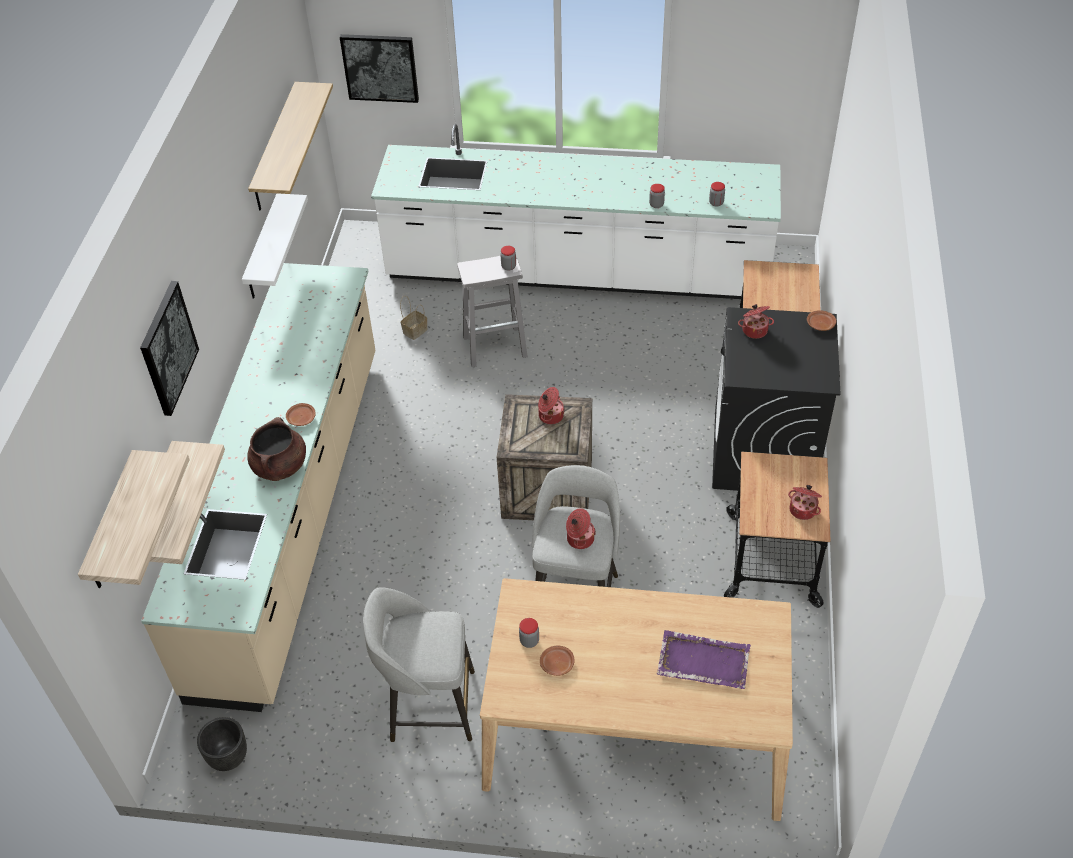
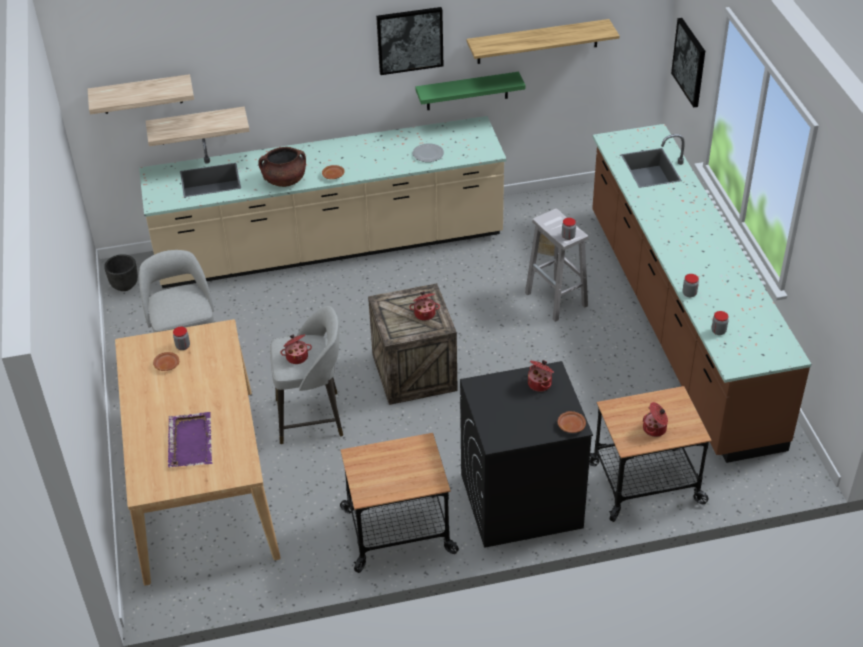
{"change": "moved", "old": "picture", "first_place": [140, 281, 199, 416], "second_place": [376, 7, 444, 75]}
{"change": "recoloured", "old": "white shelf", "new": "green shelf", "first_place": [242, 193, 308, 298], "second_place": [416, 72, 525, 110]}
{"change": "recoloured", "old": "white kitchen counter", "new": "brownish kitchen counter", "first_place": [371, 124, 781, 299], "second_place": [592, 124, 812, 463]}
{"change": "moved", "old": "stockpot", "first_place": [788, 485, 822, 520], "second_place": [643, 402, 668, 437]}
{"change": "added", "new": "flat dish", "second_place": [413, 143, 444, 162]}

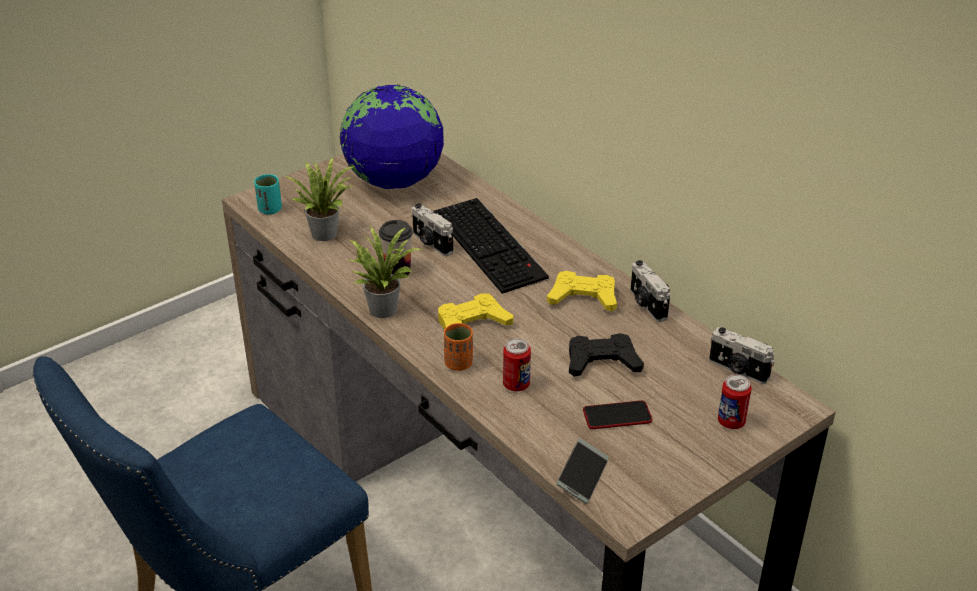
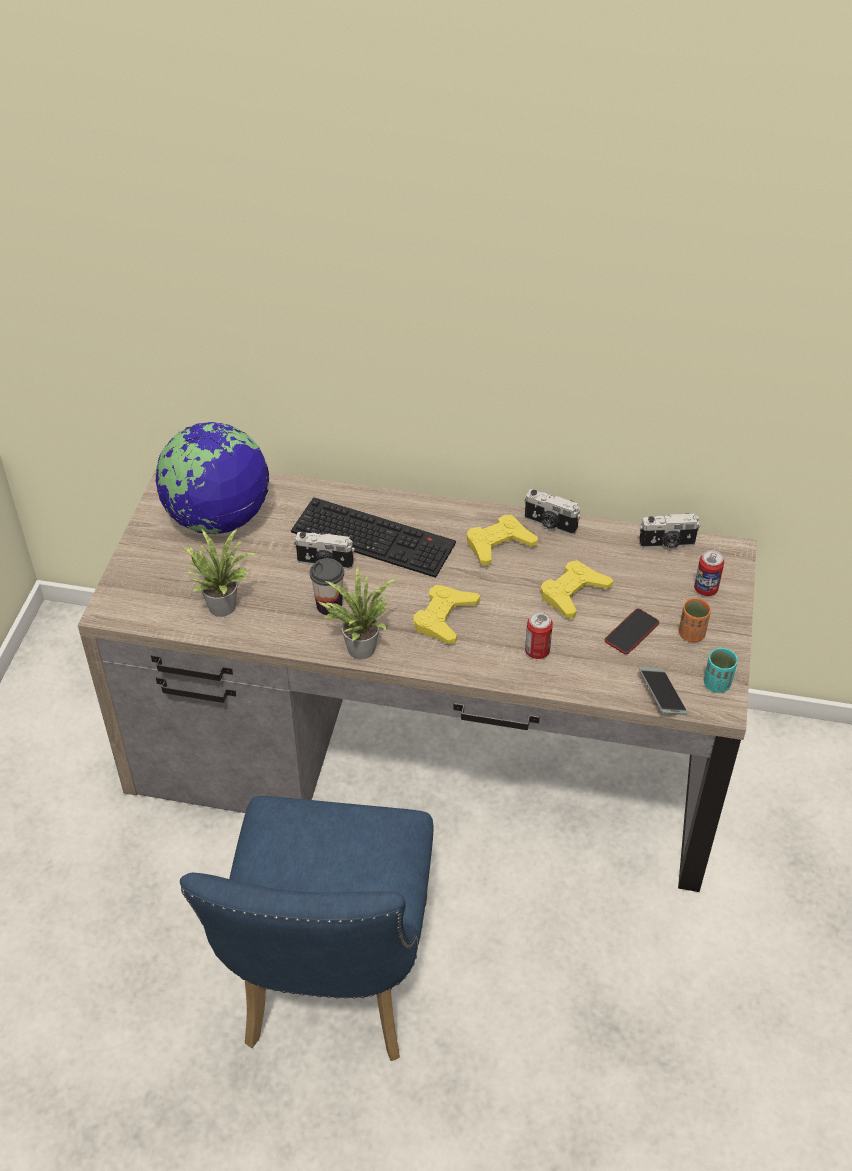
{"change": "moved", "old": "turquoise cup", "first_place": [254, 174, 282, 215], "second_place": [704, 647, 738, 693]}
{"change": "moved", "old": "orange-coloured cup", "first_place": [444, 323, 473, 371], "second_place": [679, 598, 711, 642]}
{"change": "recoloured", "old": "blackish gamepad", "new": "yellow-coloured gamepad", "first_place": [569, 333, 644, 377], "second_place": [541, 560, 613, 619]}

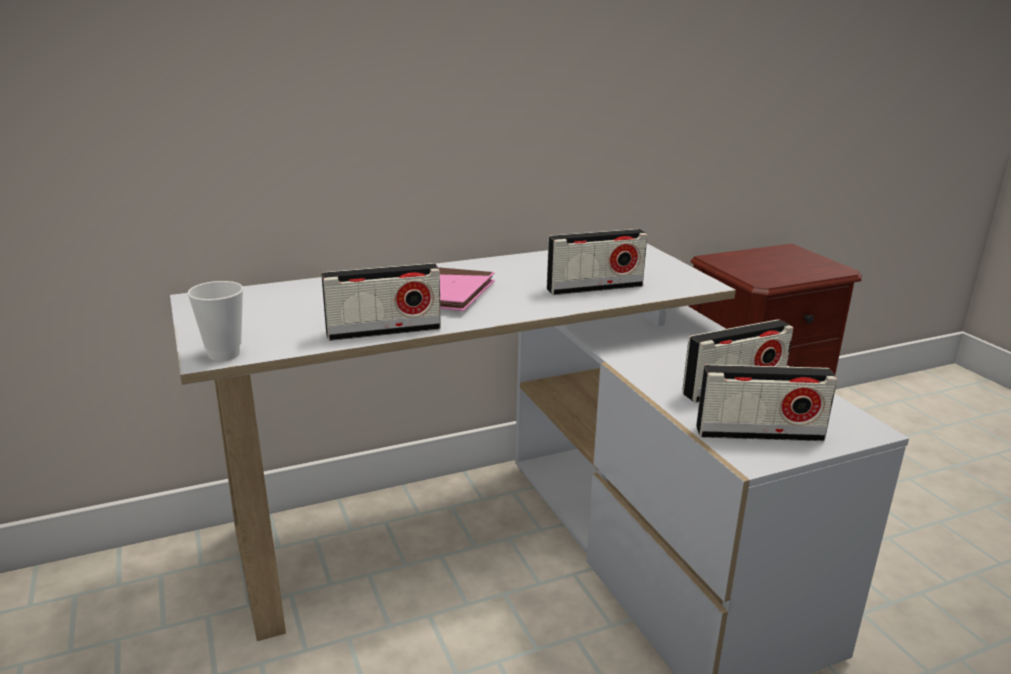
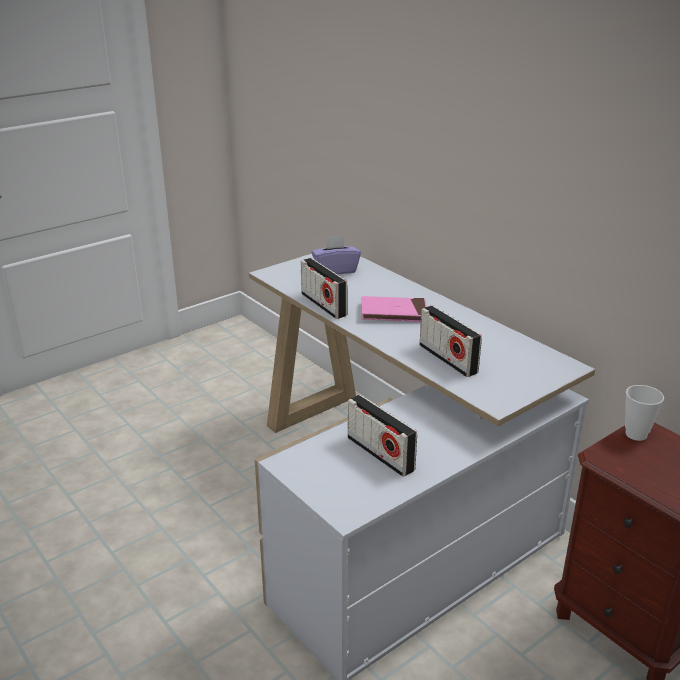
{"change": "moved", "old": "cup", "first_place": [187, 281, 243, 361], "second_place": [625, 385, 664, 441]}
{"change": "removed", "old": "radio receiver", "first_place": [696, 364, 837, 441]}
{"change": "added", "new": "purple tissue box", "second_place": [311, 236, 361, 274]}

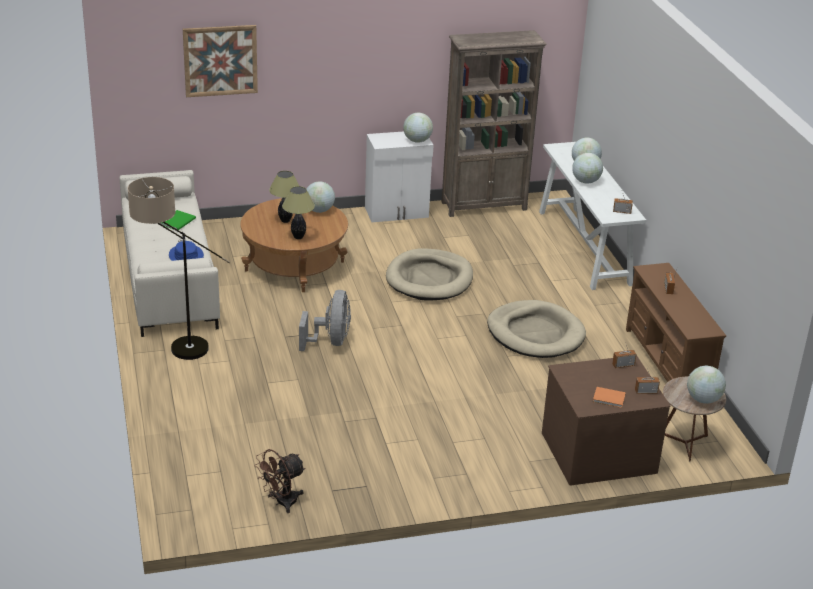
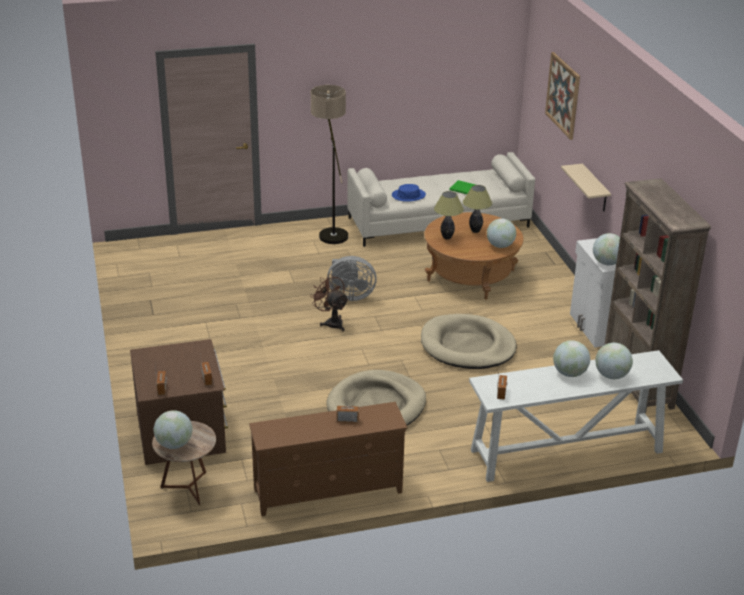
{"change": "moved", "old": "brownish cooling fan", "first_place": [254, 449, 306, 513], "second_place": [310, 274, 348, 331]}
{"change": "removed", "old": "orange-coloured book", "first_place": [593, 387, 626, 408]}
{"change": "added", "new": "beige shelf", "second_place": [561, 164, 611, 211]}

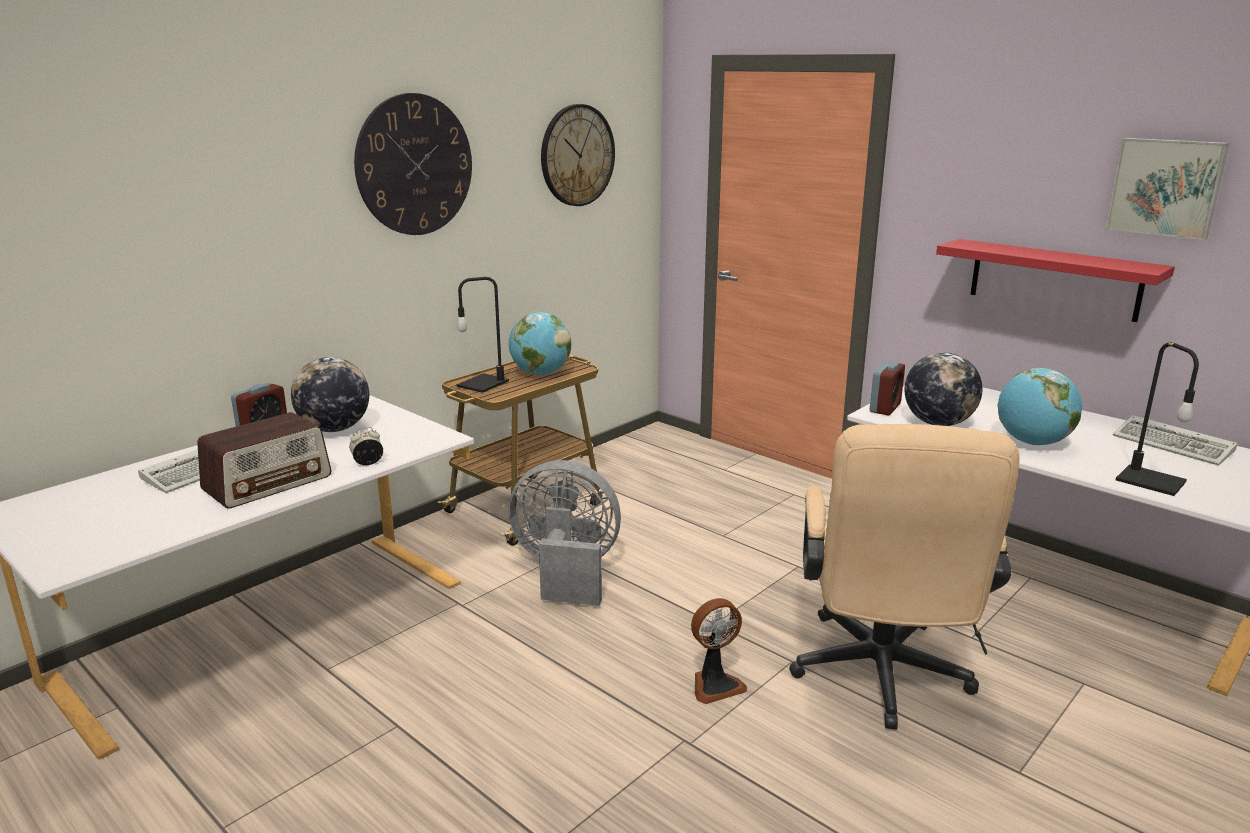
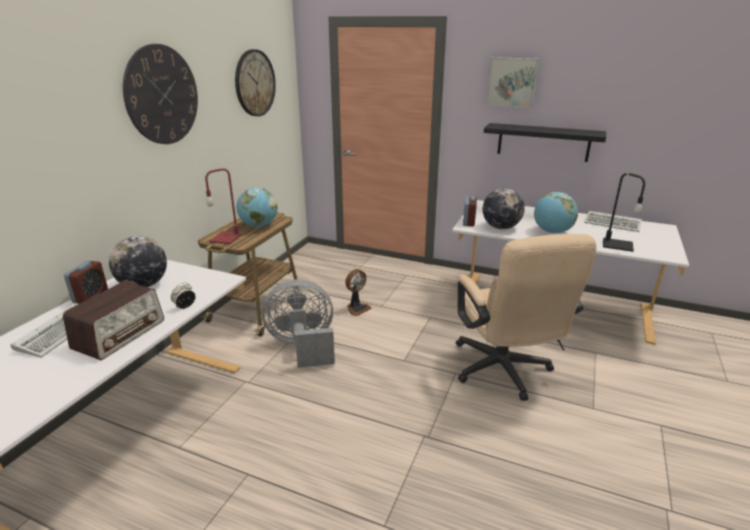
{"change": "recoloured", "old": "blackish tabletop lamp", "new": "reddish tabletop lamp", "first_place": [457, 277, 509, 393], "second_place": [205, 168, 242, 244]}
{"change": "moved", "old": "cooling fan", "first_place": [691, 598, 747, 704], "second_place": [345, 269, 372, 316]}
{"change": "recoloured", "old": "reddish shelf", "new": "blackish shelf", "first_place": [936, 239, 1175, 322], "second_place": [484, 123, 606, 162]}
{"change": "moved", "old": "picture", "first_place": [1105, 138, 1229, 240], "second_place": [486, 57, 539, 108]}

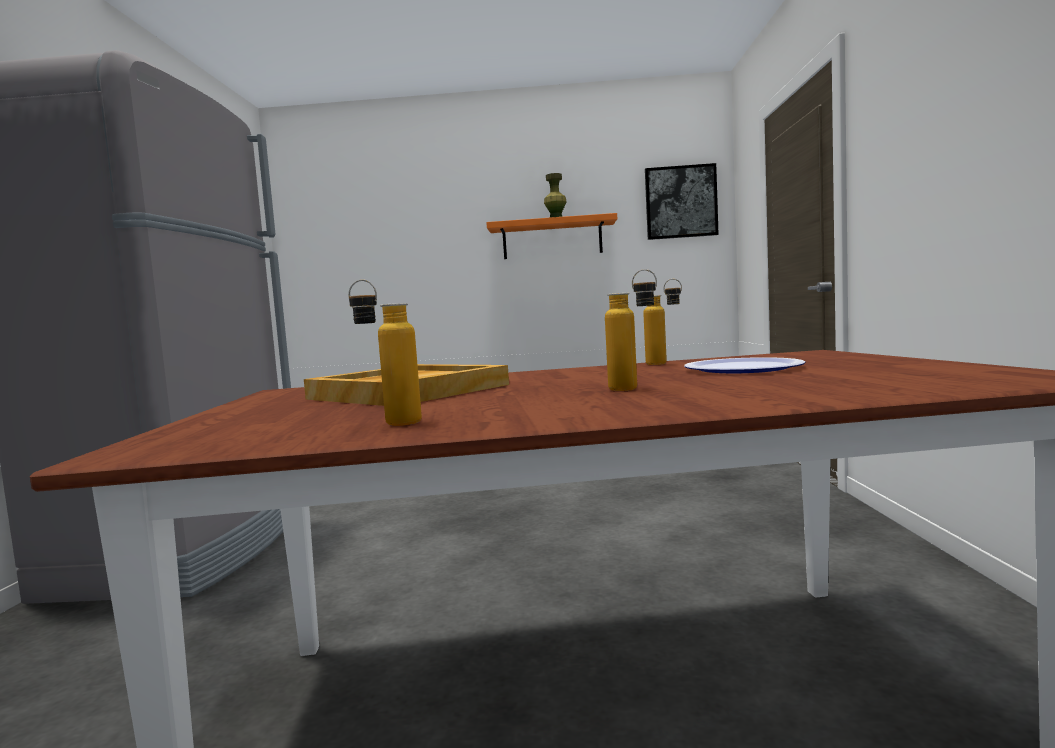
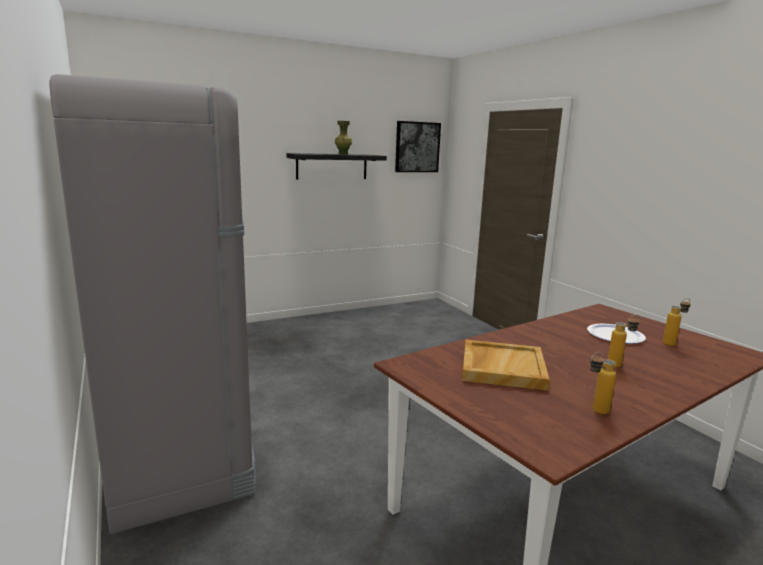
{"change": "recoloured", "old": "orange-coloured shelf", "new": "blackish shelf", "first_place": [486, 213, 617, 259], "second_place": [286, 153, 387, 179]}
{"change": "moved", "old": "drink bottle", "first_place": [643, 279, 682, 365], "second_place": [663, 298, 691, 346]}

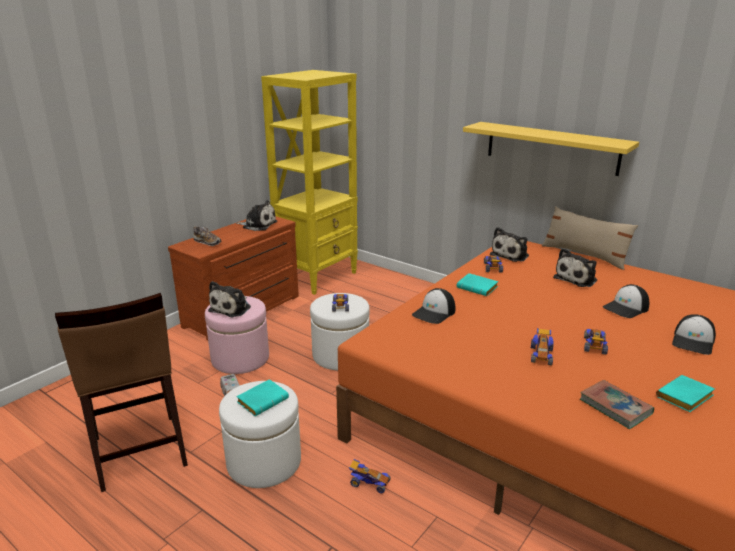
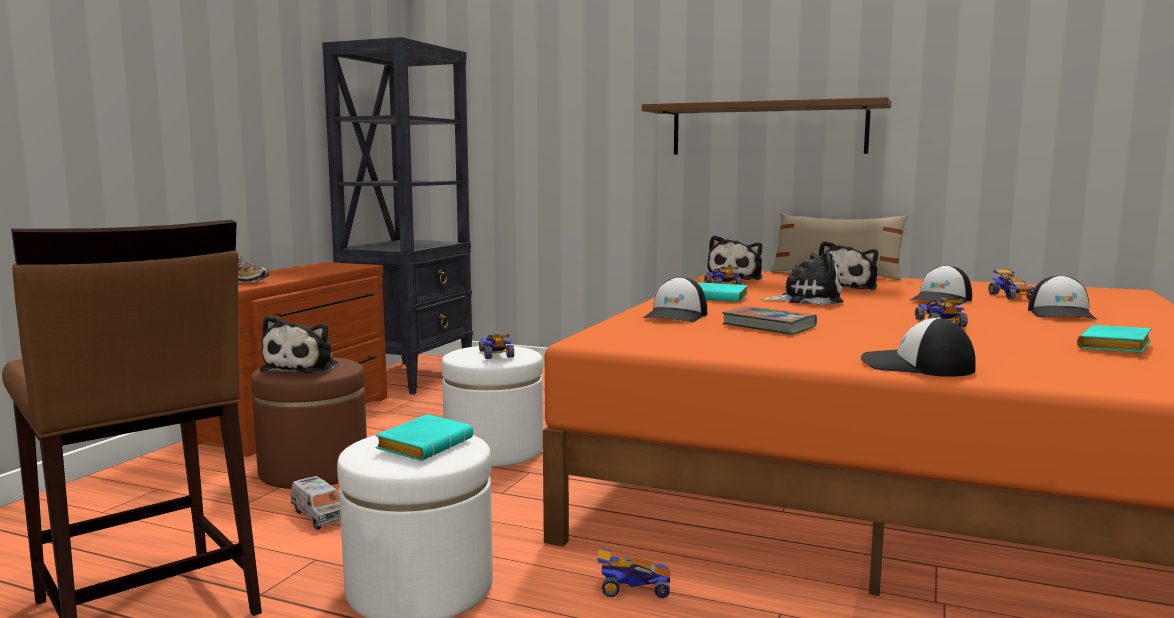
{"change": "recoloured", "old": "pink-coloured footrest", "new": "brownish footrest", "first_place": [205, 296, 269, 374], "second_place": [251, 357, 367, 489]}
{"change": "moved", "old": "plush toy", "first_place": [236, 200, 277, 231], "second_place": [761, 252, 843, 305]}
{"change": "recoloured", "old": "yellow-coloured bookcase", "new": "blackish bookcase", "first_place": [261, 70, 358, 295], "second_place": [322, 37, 473, 395]}
{"change": "recoloured", "old": "yellow-coloured shelf", "new": "brownish shelf", "first_place": [463, 122, 639, 176], "second_place": [642, 97, 891, 155]}
{"change": "moved", "old": "toy car", "first_place": [531, 328, 554, 366], "second_place": [989, 269, 1035, 300]}
{"change": "moved", "old": "book", "first_place": [580, 380, 654, 429], "second_place": [722, 306, 817, 335]}
{"change": "added", "new": "baseball cap", "second_place": [861, 317, 976, 377]}

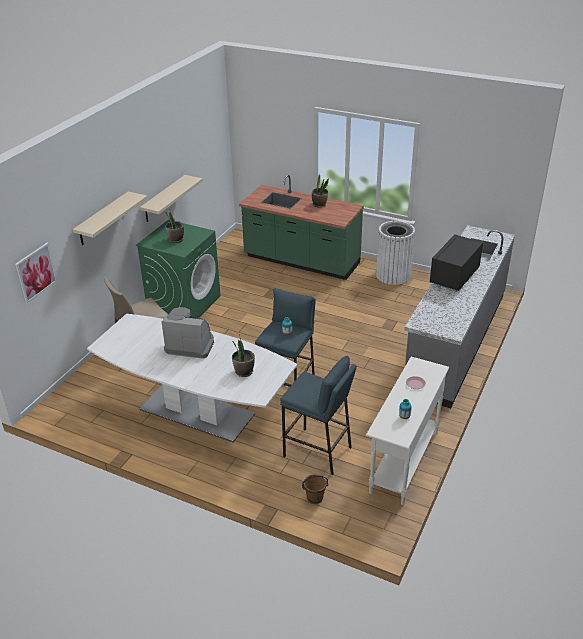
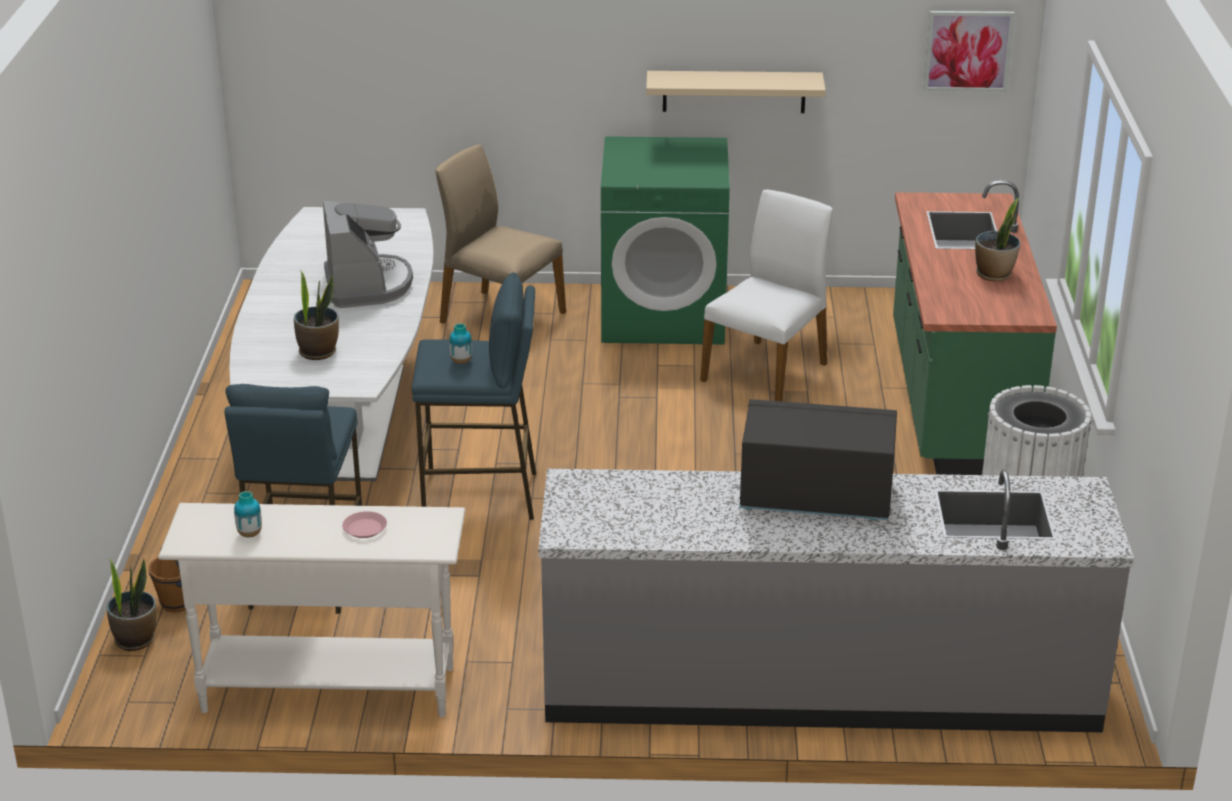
{"change": "moved", "old": "picture", "first_place": [15, 243, 57, 304], "second_place": [924, 11, 1015, 92]}
{"change": "removed", "old": "beige shelf", "first_place": [73, 191, 148, 246]}
{"change": "moved", "old": "plant in a pot", "first_place": [165, 208, 184, 243], "second_place": [106, 559, 156, 651]}
{"change": "added", "new": "white upright chair", "second_place": [700, 190, 833, 402]}

